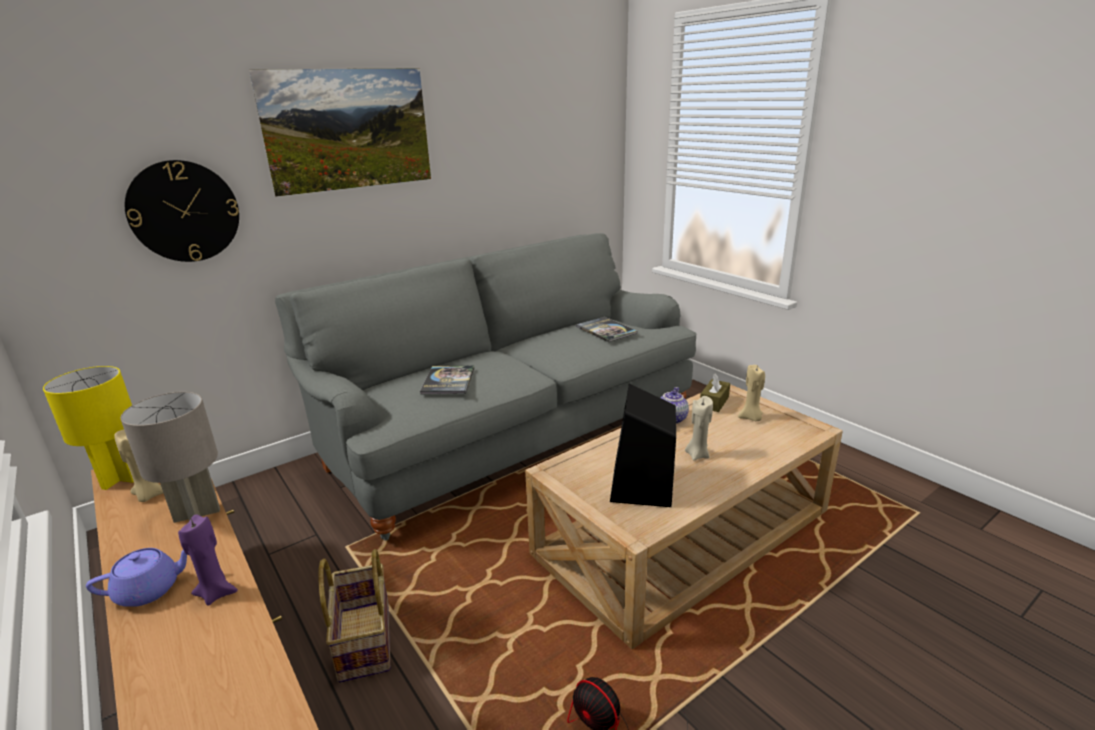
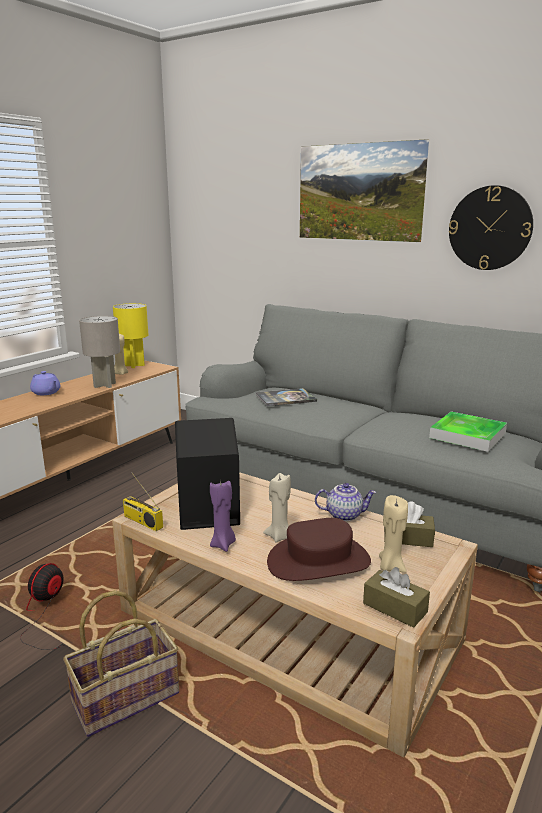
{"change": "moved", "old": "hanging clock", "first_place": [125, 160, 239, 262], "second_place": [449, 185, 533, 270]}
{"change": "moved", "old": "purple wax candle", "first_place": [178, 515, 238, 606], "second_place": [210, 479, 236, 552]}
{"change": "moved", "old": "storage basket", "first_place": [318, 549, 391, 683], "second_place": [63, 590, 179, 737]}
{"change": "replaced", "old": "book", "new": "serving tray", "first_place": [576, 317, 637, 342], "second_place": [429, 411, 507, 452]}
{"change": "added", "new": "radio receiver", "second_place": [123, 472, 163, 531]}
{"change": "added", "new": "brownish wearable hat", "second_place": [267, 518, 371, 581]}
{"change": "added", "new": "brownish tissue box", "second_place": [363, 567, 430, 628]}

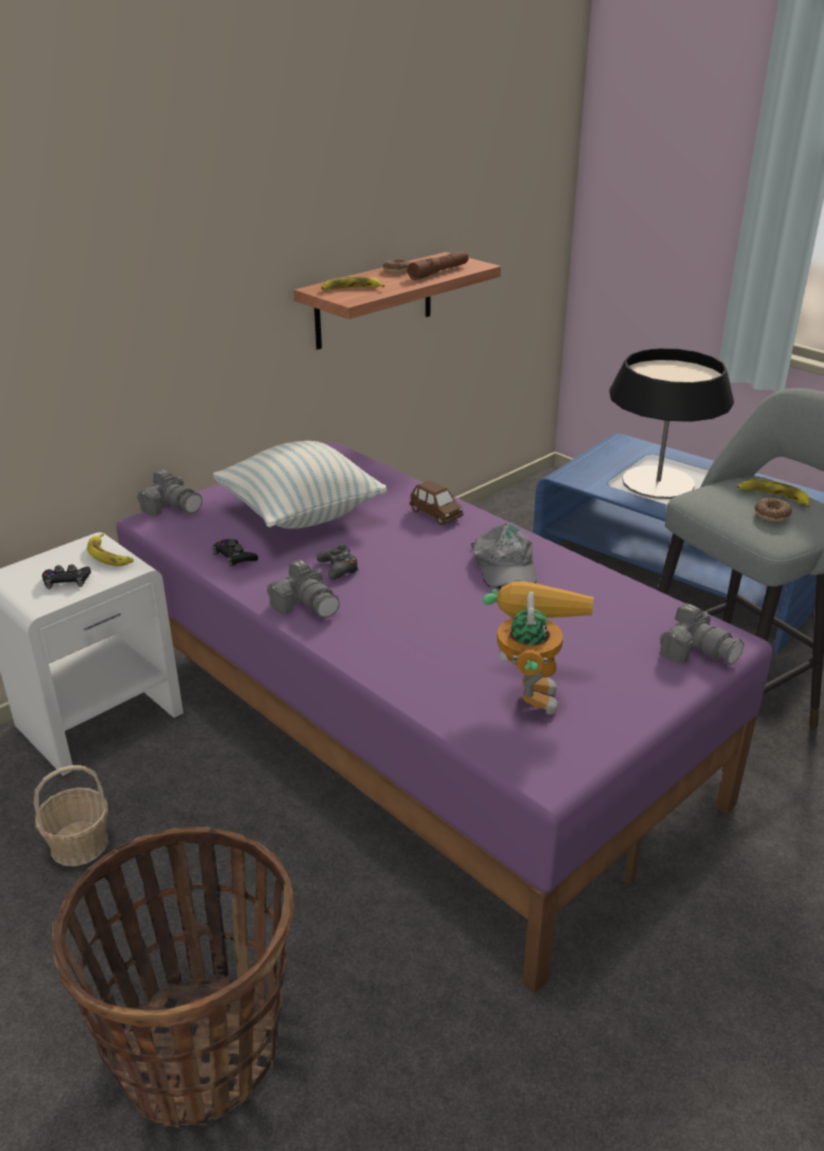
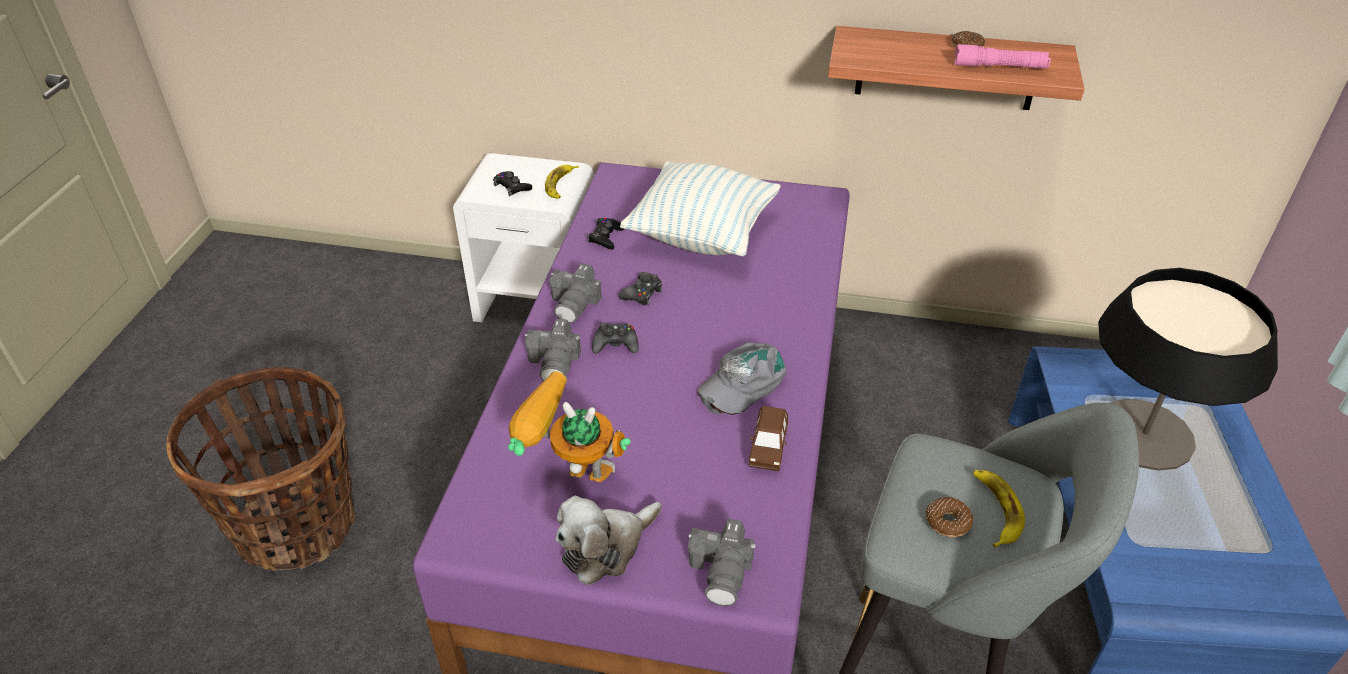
{"change": "removed", "old": "storage basket", "first_place": [34, 765, 108, 866]}
{"change": "moved", "old": "photo camera", "first_place": [137, 470, 202, 516], "second_place": [525, 319, 581, 381]}
{"change": "removed", "old": "banana fruit", "first_place": [321, 276, 385, 290]}
{"change": "recoloured", "old": "brownish torch", "new": "pink-coloured torch", "first_place": [407, 251, 469, 280], "second_place": [954, 44, 1051, 69]}
{"change": "moved", "old": "brownish toy car", "first_place": [409, 480, 464, 525], "second_place": [749, 406, 788, 471]}
{"change": "turned", "old": "model robot", "first_place": [483, 581, 593, 715], "second_place": [508, 371, 631, 482], "degrees": -135}
{"change": "added", "new": "plush toy", "second_place": [556, 496, 662, 585]}
{"change": "added", "new": "blackish gamepad", "second_place": [592, 322, 639, 354]}

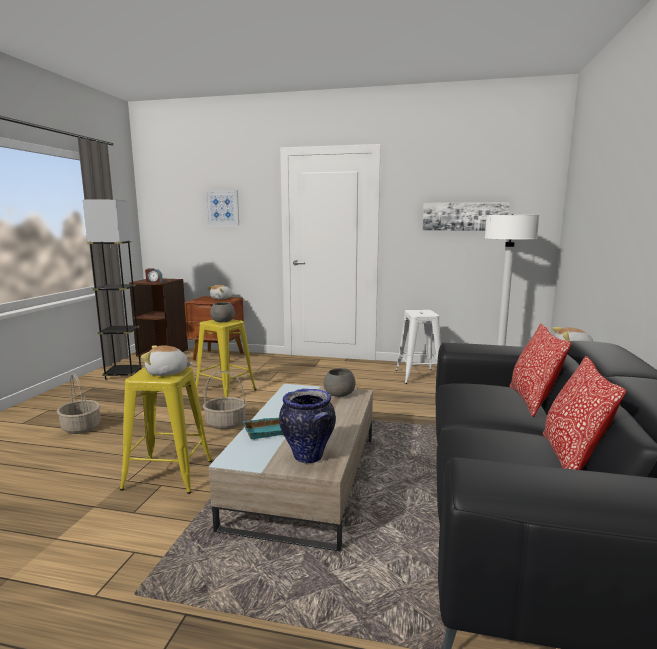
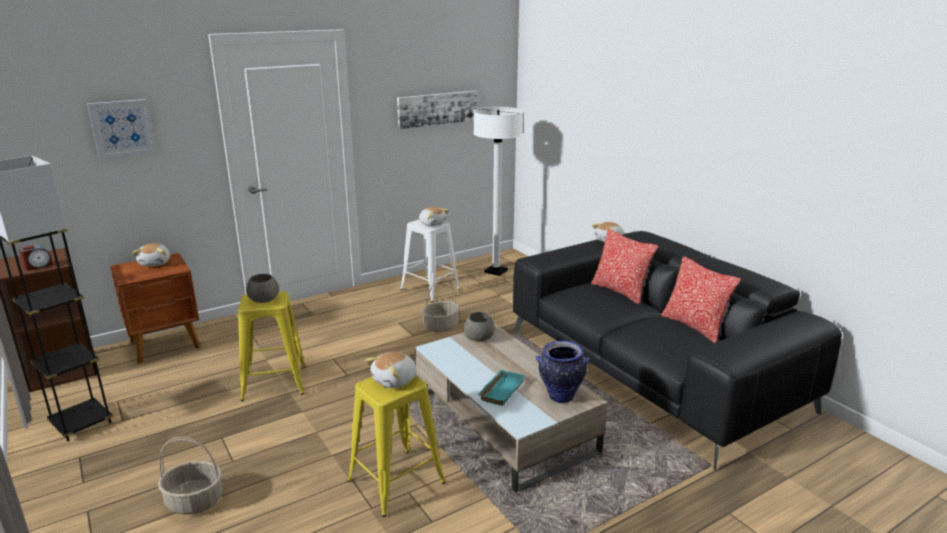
{"change": "moved", "old": "storage basket", "first_place": [203, 370, 247, 429], "second_place": [422, 279, 460, 332]}
{"change": "added", "new": "plush toy", "second_place": [419, 207, 449, 227]}

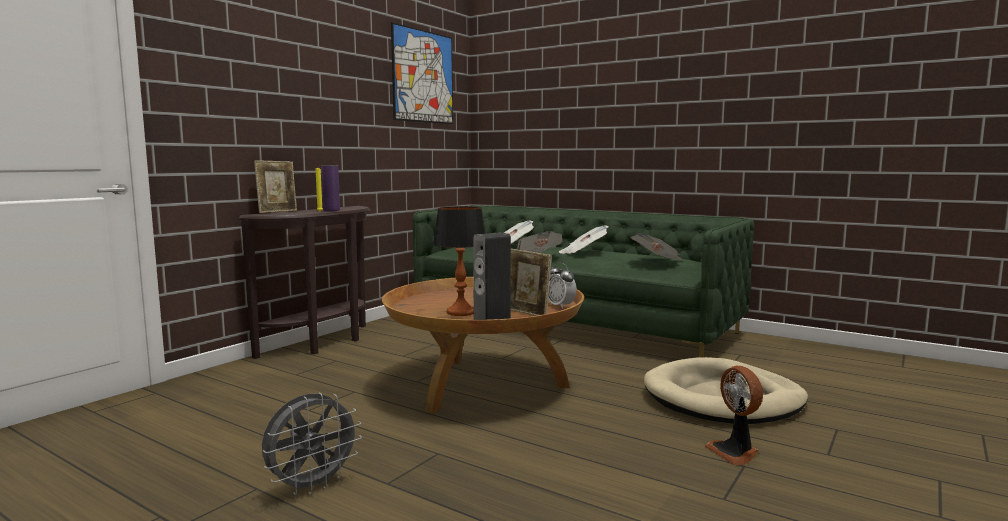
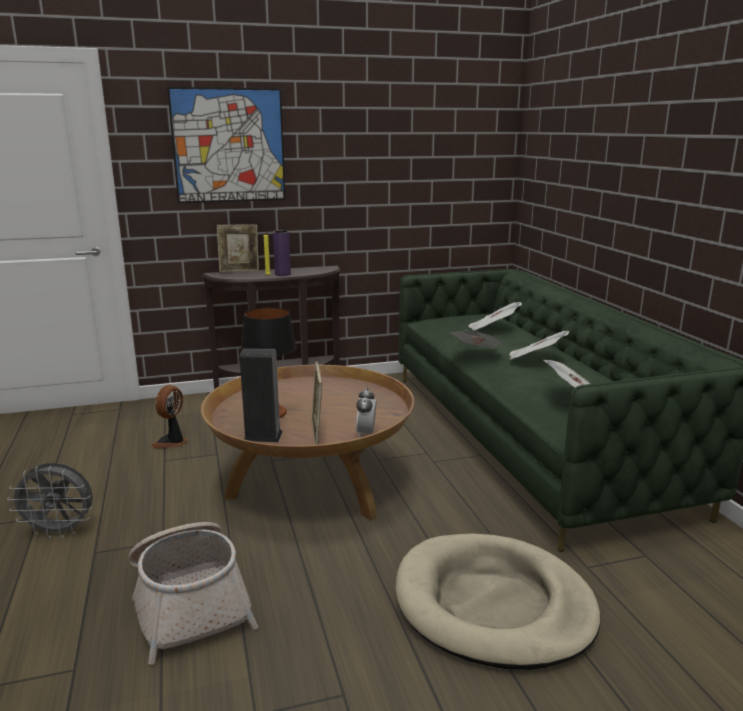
{"change": "moved", "old": "picture", "first_place": [391, 22, 453, 124], "second_place": [167, 87, 286, 203]}
{"change": "moved", "old": "cooling fan", "first_place": [704, 366, 763, 465], "second_place": [151, 385, 188, 448]}
{"change": "added", "new": "storage basket", "second_place": [128, 522, 258, 665]}

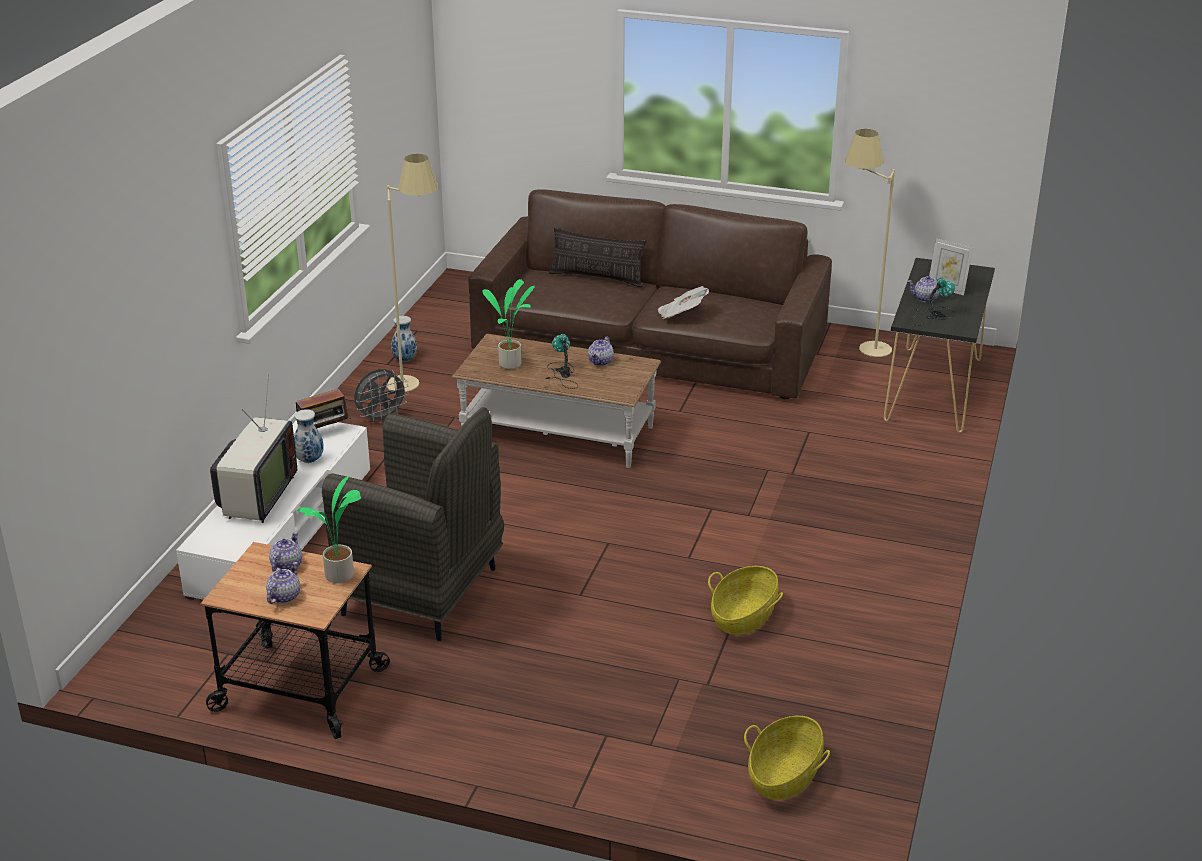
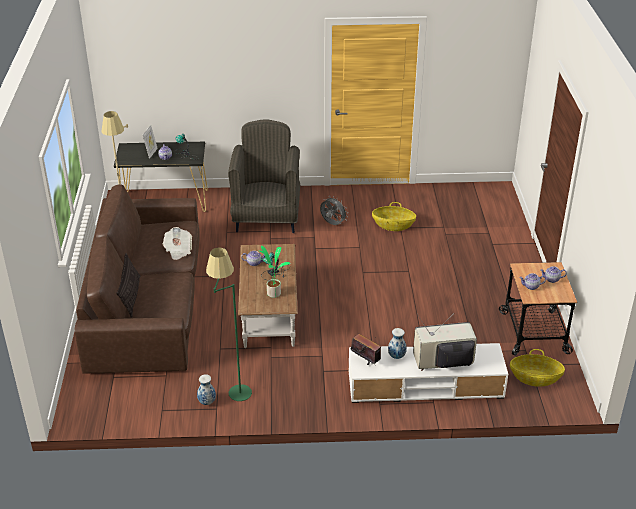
{"change": "removed", "old": "plant in a pot", "first_place": [297, 476, 361, 583]}
{"change": "moved", "old": "gray easy chair", "first_place": [322, 407, 504, 641], "second_place": [228, 119, 300, 233]}
{"change": "moved", "old": "gray cooling fan", "first_place": [354, 369, 409, 424], "second_place": [320, 198, 347, 225]}
{"change": "recoloured", "old": "beige standard lamp", "new": "green standard lamp", "first_place": [386, 154, 438, 392], "second_place": [206, 247, 252, 401]}
{"change": "moved", "old": "storage basket", "first_place": [744, 716, 830, 800], "second_place": [510, 349, 565, 387]}

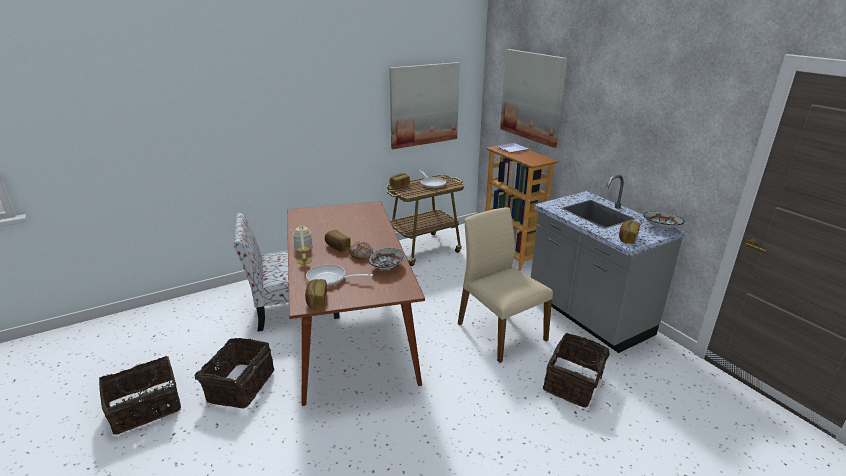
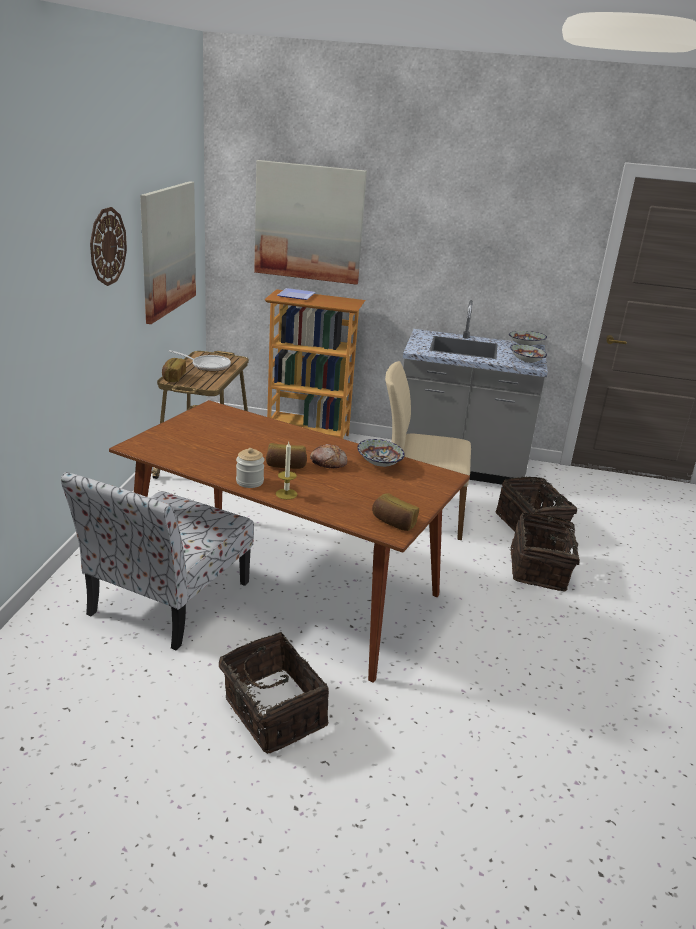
{"change": "moved", "old": "storage basket", "first_place": [99, 356, 181, 435], "second_place": [510, 512, 589, 592]}
{"change": "removed", "old": "pan", "first_place": [306, 264, 373, 287]}
{"change": "replaced", "old": "bakery bread", "new": "serving bowl", "first_place": [619, 220, 640, 244], "second_place": [510, 344, 547, 363]}
{"change": "added", "new": "hanging clock", "second_place": [90, 207, 127, 286]}

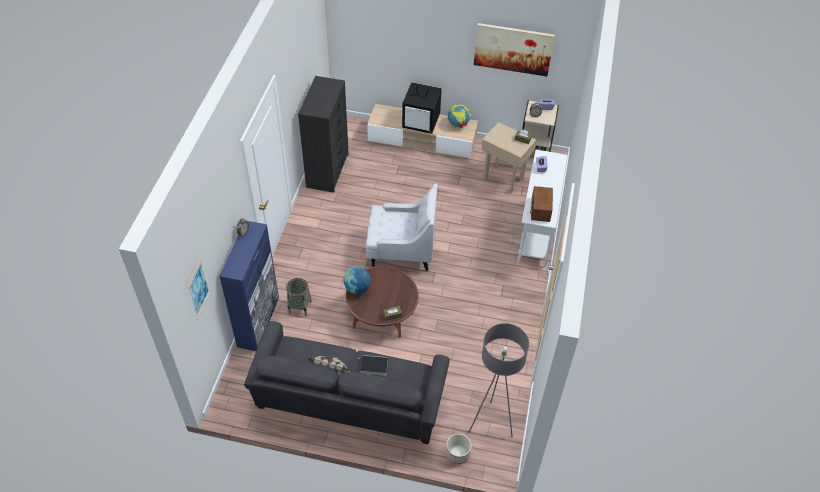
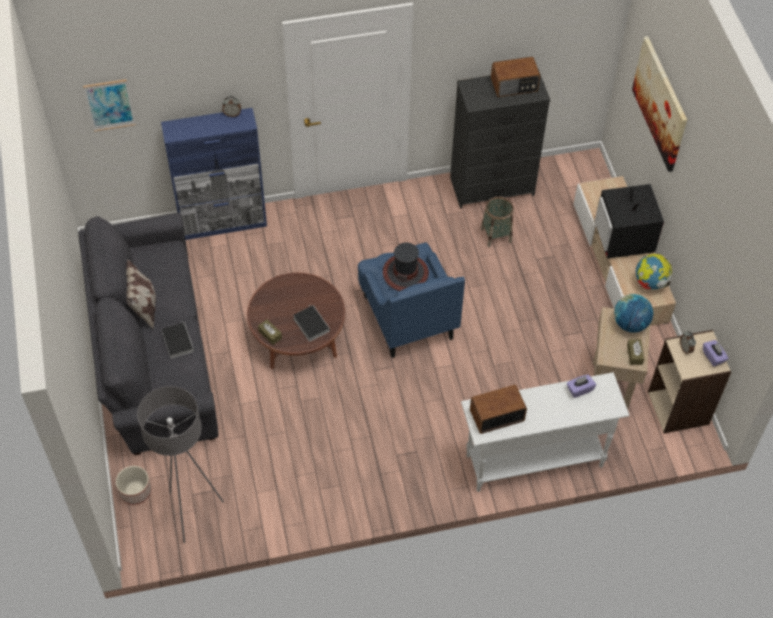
{"change": "moved", "old": "storage basket", "first_place": [286, 278, 312, 316], "second_place": [481, 197, 514, 247]}
{"change": "moved", "old": "globe", "first_place": [344, 267, 371, 294], "second_place": [614, 294, 653, 333]}
{"change": "recoloured", "old": "white easy chair", "new": "bluish easy chair", "first_place": [366, 183, 437, 271], "second_place": [358, 242, 465, 358]}
{"change": "moved", "old": "picture", "first_place": [474, 23, 555, 77], "second_place": [632, 36, 687, 172]}
{"change": "added", "new": "book", "second_place": [293, 305, 330, 341]}
{"change": "added", "new": "wearable hat", "second_place": [383, 243, 429, 291]}
{"change": "added", "new": "radio receiver", "second_place": [491, 57, 540, 97]}

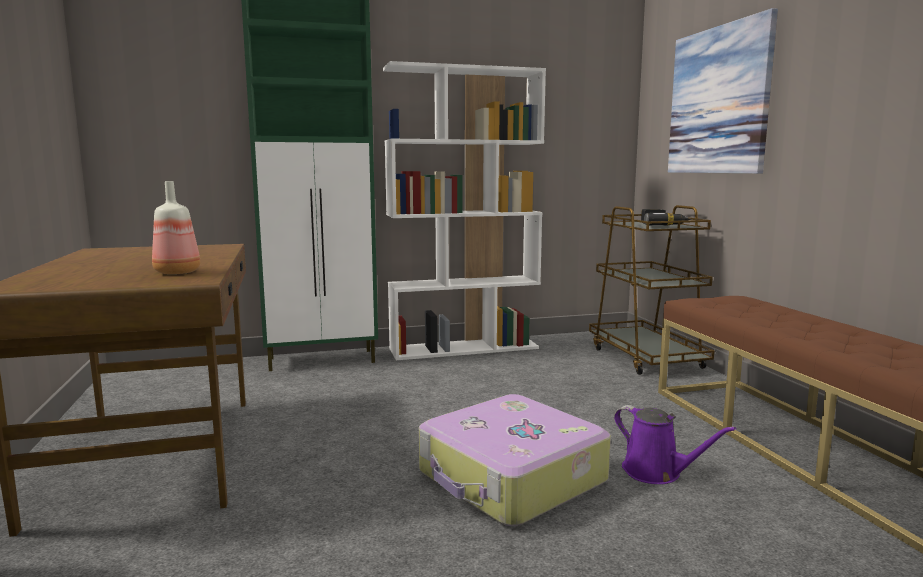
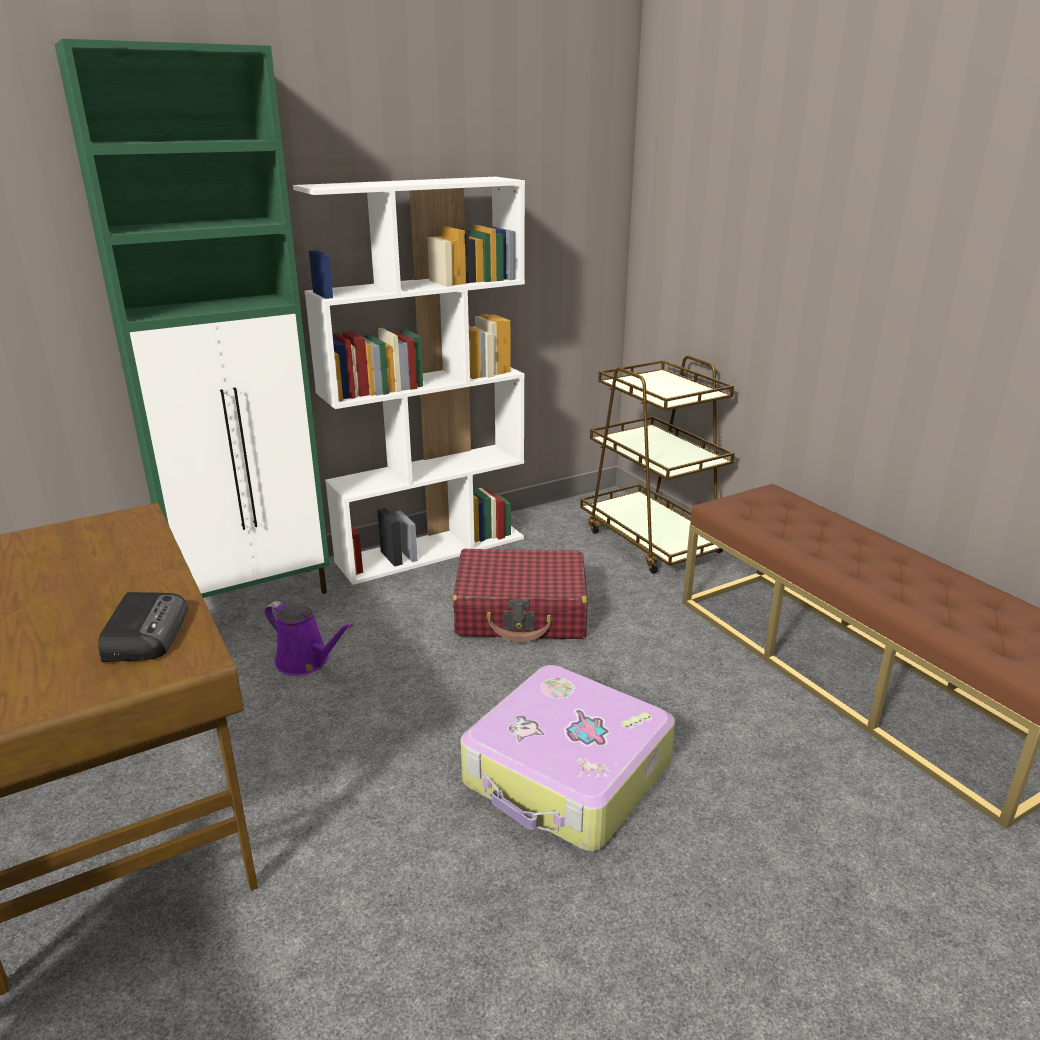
{"change": "replaced", "old": "drink bottle", "new": "radio receiver", "first_place": [152, 181, 201, 274], "second_place": [98, 592, 188, 662]}
{"change": "moved", "old": "purple watering pot", "first_place": [614, 405, 736, 484], "second_place": [265, 601, 353, 676]}
{"change": "removed", "old": "power drill", "first_place": [641, 209, 691, 226]}
{"change": "removed", "old": "picture", "first_place": [668, 8, 778, 174]}
{"change": "added", "new": "reddish piece of luggage", "second_place": [452, 549, 588, 642]}

